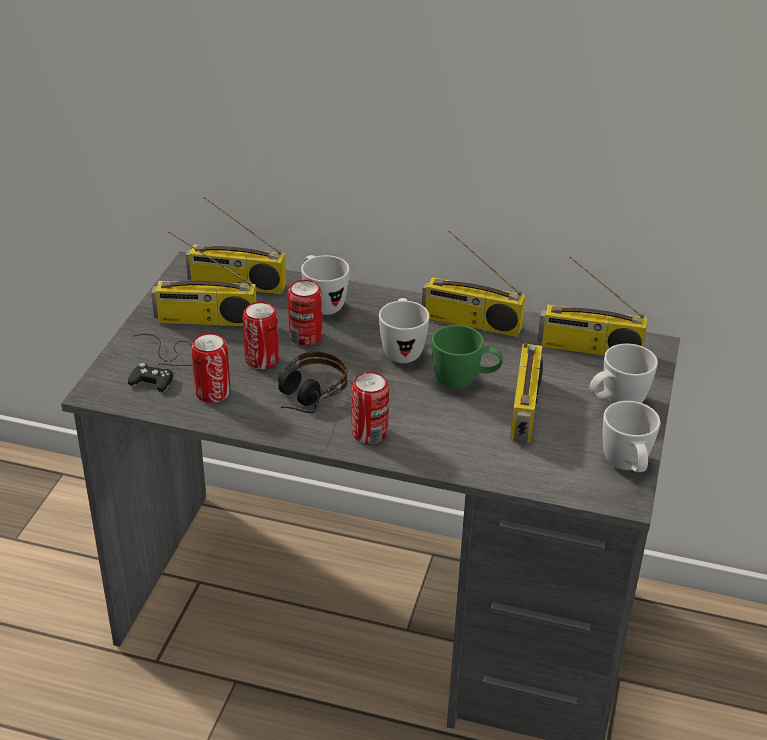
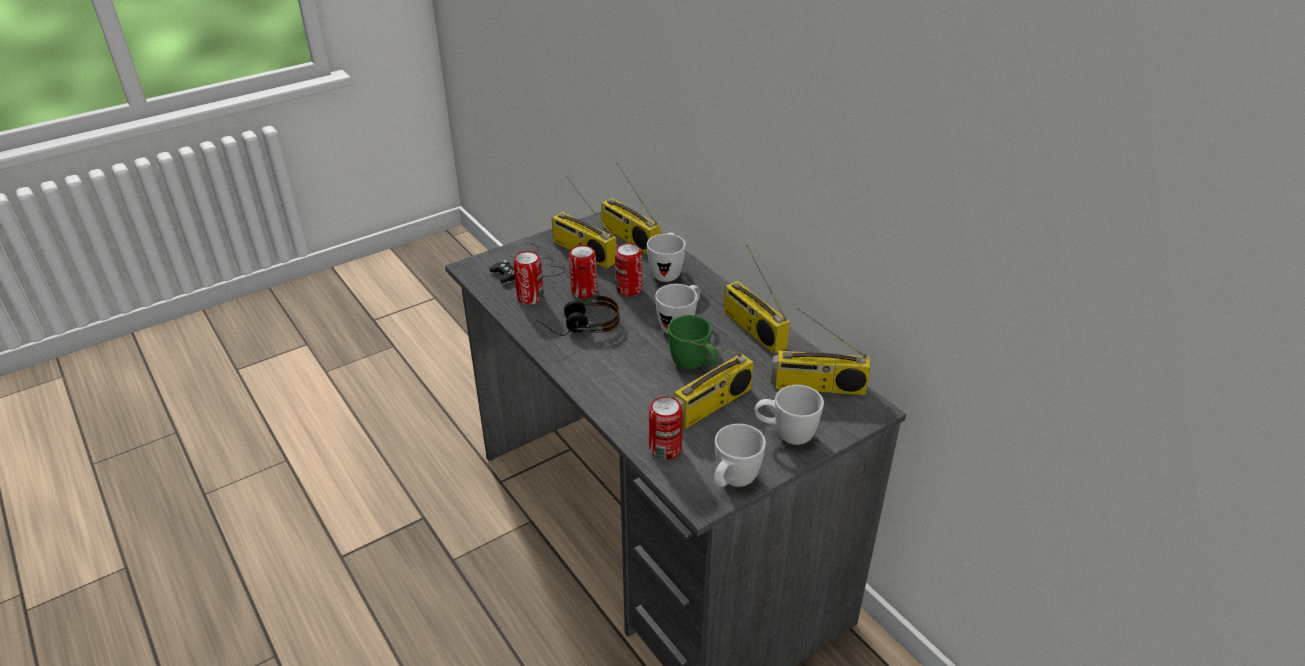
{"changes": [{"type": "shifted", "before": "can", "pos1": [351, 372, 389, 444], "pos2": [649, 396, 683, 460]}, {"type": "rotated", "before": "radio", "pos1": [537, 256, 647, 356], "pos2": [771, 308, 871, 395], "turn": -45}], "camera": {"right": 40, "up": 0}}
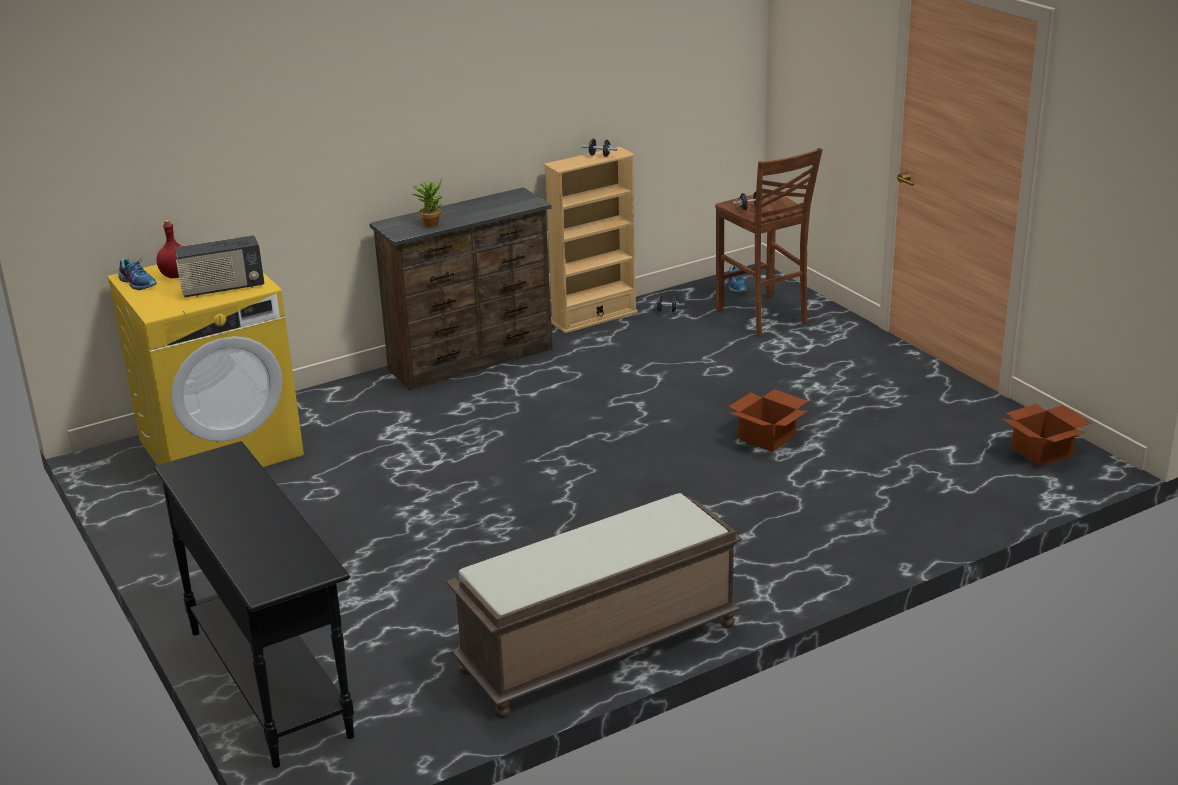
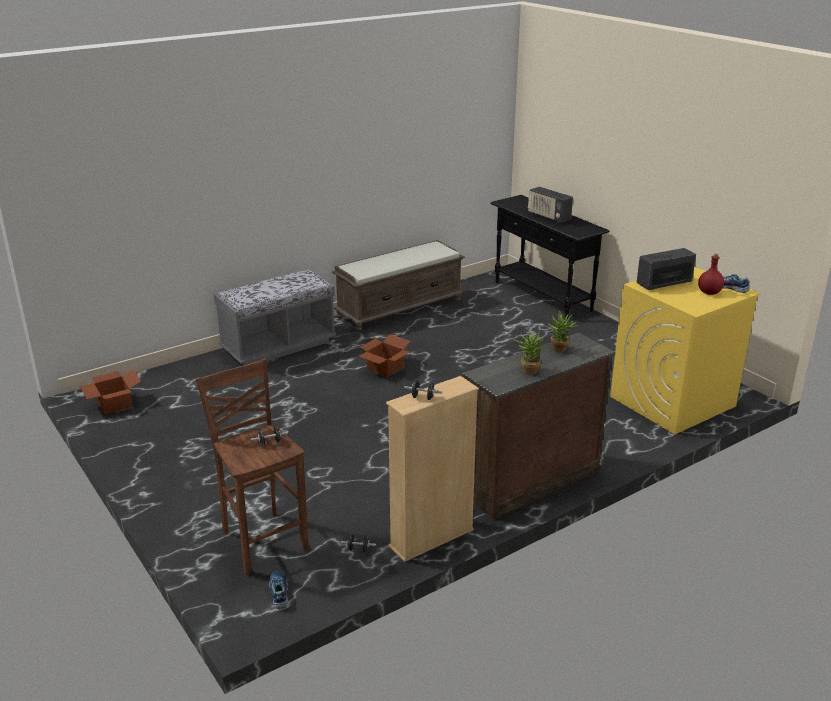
{"changes": [{"type": "new", "after": "bench in grey", "pos2": [214, 270, 337, 365]}, {"type": "new", "after": "potted plant", "pos2": [514, 333, 546, 375]}, {"type": "new", "after": "radio", "pos2": [528, 187, 573, 223]}, {"type": "shifted", "before": "cardboard box", "pos1": [728, 389, 808, 452], "pos2": [359, 334, 410, 377]}], "camera": {"right": 175, "up": 0}}
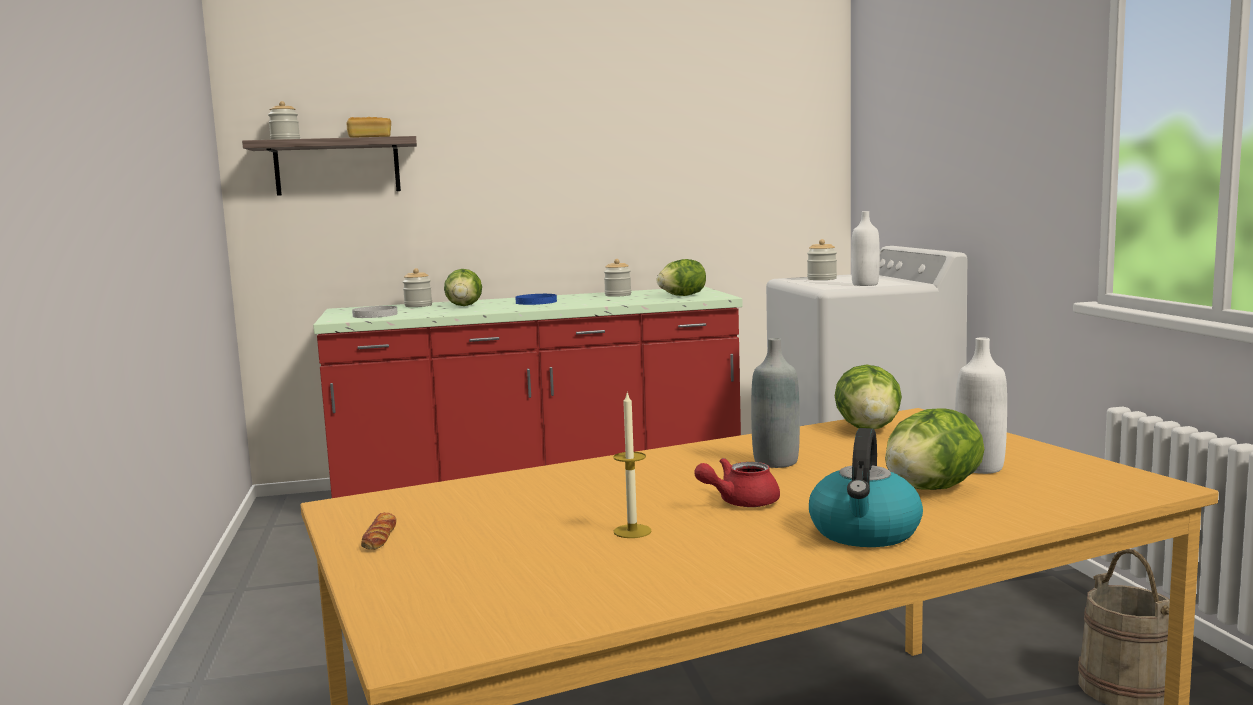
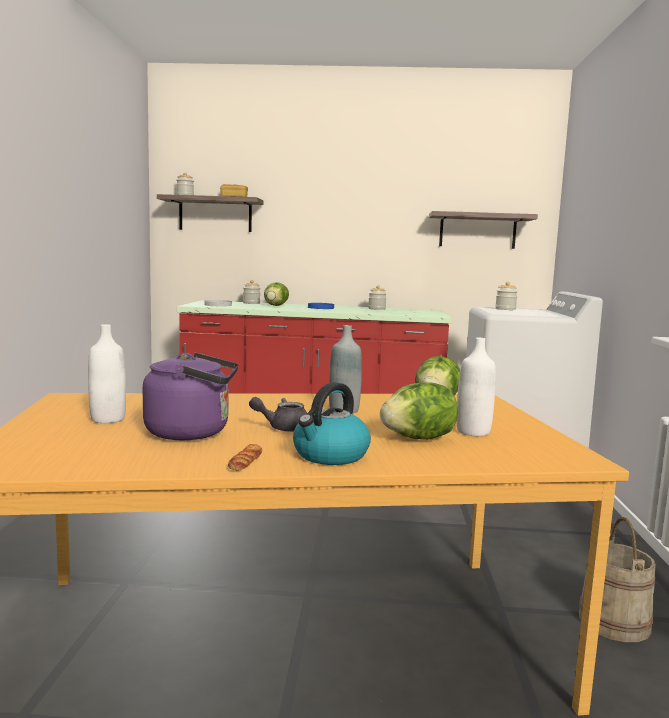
{"changes": [{"type": "gone", "before": "lettuce", "pos1": [657, 259, 706, 296]}, {"type": "new", "after": "shelf", "pos2": [429, 211, 538, 249]}, {"type": "shifted", "before": "bread", "pos1": [361, 513, 396, 550], "pos2": [228, 444, 262, 471]}, {"type": "shifted", "before": "bottle in white", "pos1": [851, 211, 880, 286], "pos2": [88, 324, 126, 423]}, {"type": "swapped", "before": "candle", "after": "kettle in purple", "pos1": [613, 393, 652, 538], "pos2": [143, 352, 238, 440]}, {"type": "repainted", "before": "teapot in red", "after": "teapot in grey", "pos1": [694, 458, 780, 507], "pos2": [249, 397, 307, 432]}], "camera": {"right": 15, "up": 0}}
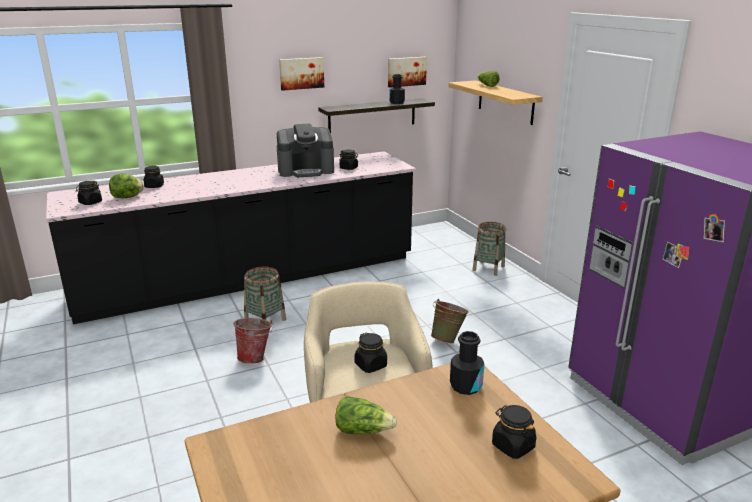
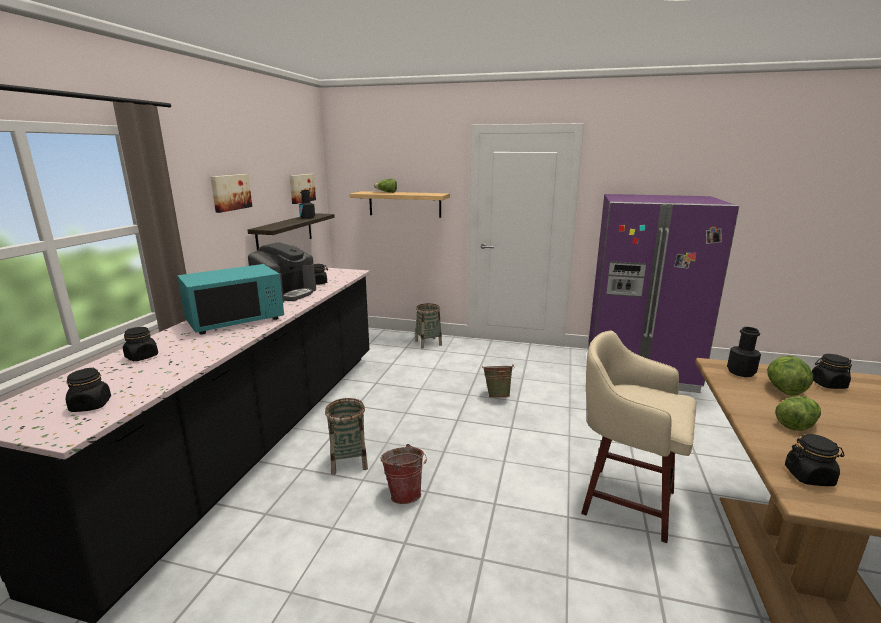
{"changes": [{"type": "new", "after": "microwave in turquoise", "pos2": [177, 264, 284, 334]}, {"type": "shifted", "before": "lettuce", "pos1": [109, 173, 144, 198], "pos2": [767, 356, 813, 396]}, {"type": "shifted", "before": "jar in black", "pos1": [355, 332, 387, 373], "pos2": [785, 434, 845, 486]}], "camera": {"right": -50, "up": -5}}
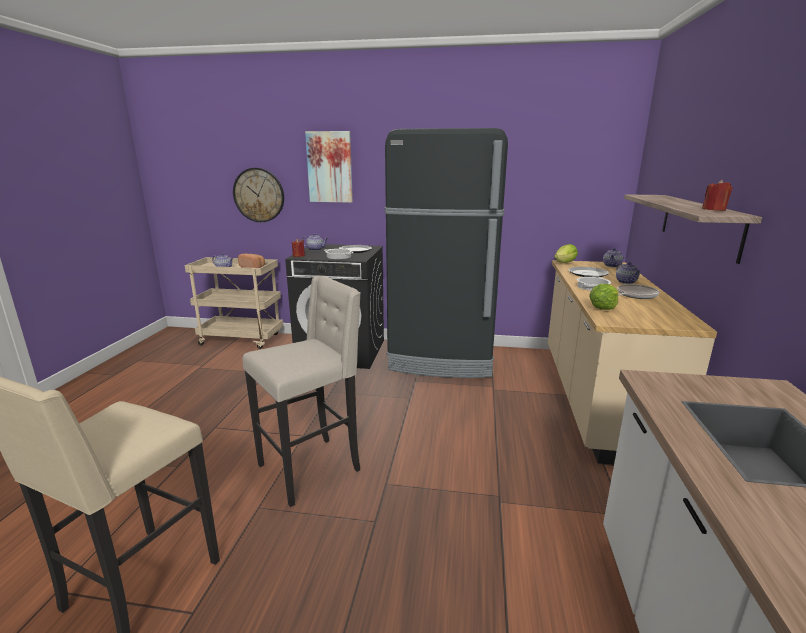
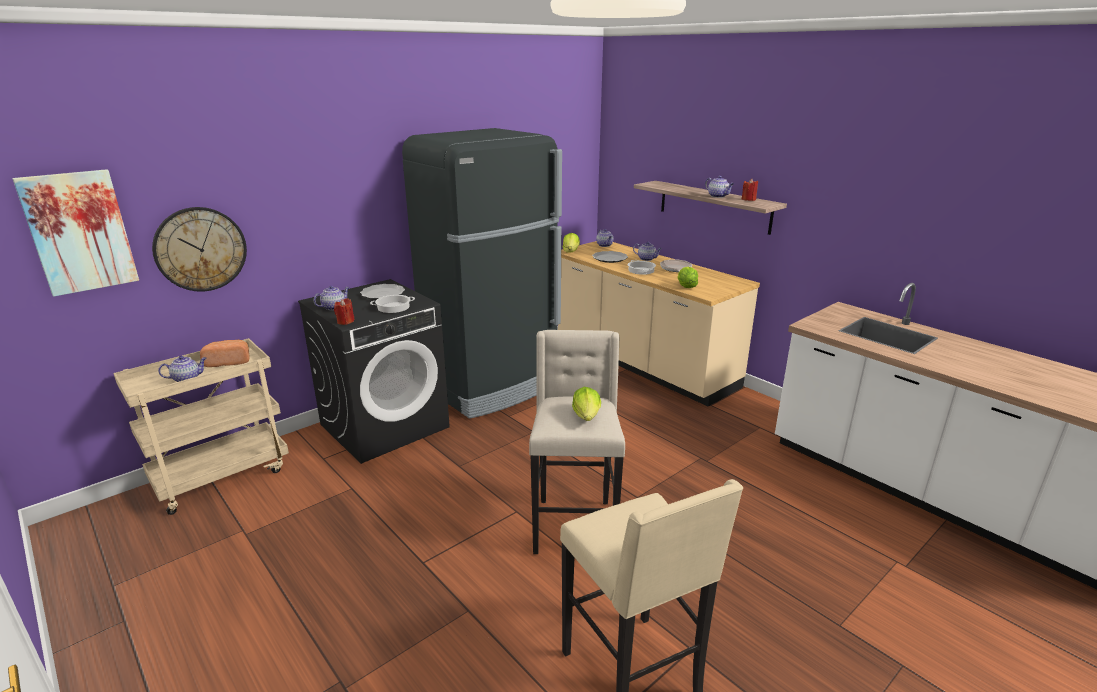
{"changes": [{"type": "new", "after": "lettuce", "pos2": [572, 387, 601, 421]}, {"type": "new", "after": "teapot", "pos2": [705, 176, 734, 198]}, {"type": "shifted", "before": "picture", "pos1": [305, 131, 353, 203], "pos2": [12, 169, 139, 297]}], "camera": {"right": -50, "up": 5}}
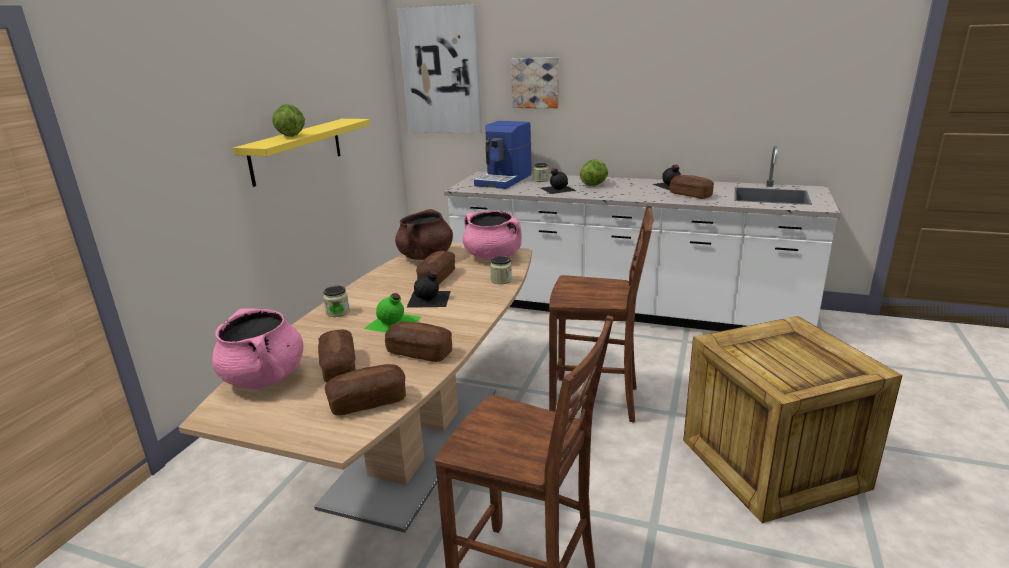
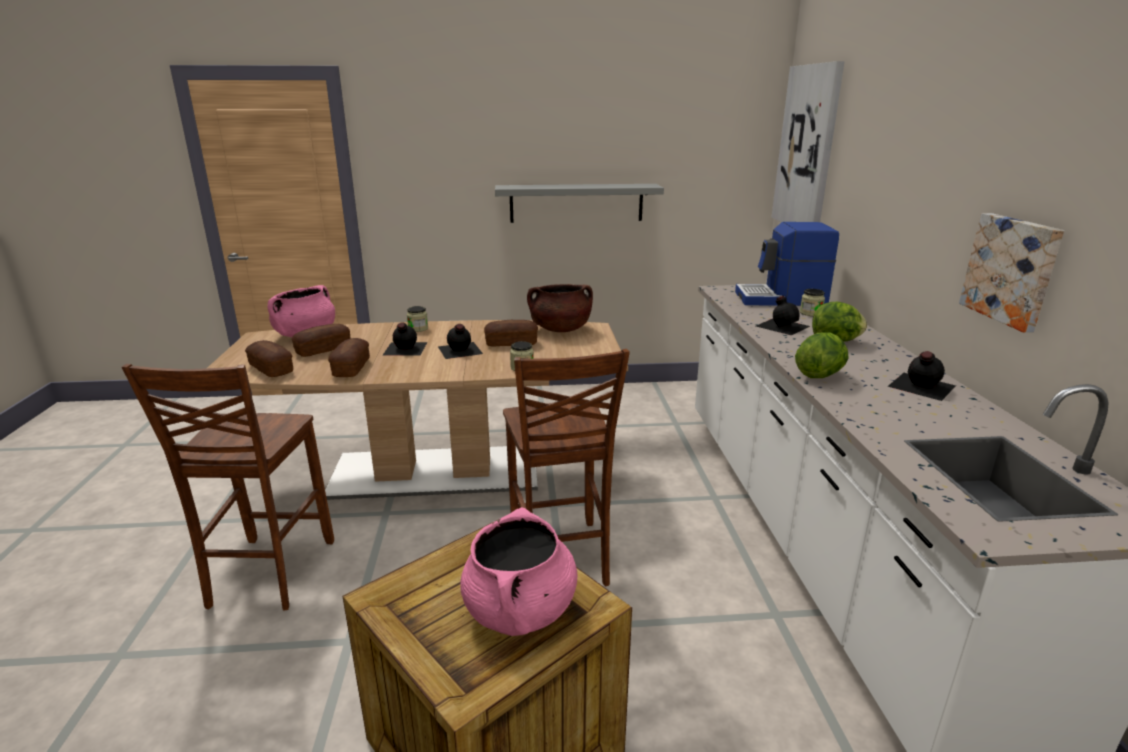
{"changes": [{"type": "gone", "before": "bread", "pos1": [670, 175, 714, 199]}, {"type": "shifted", "before": "lettuce", "pos1": [272, 104, 305, 137], "pos2": [795, 332, 849, 378]}, {"type": "shifted", "before": "cooking pot in pink", "pos1": [463, 211, 522, 260], "pos2": [460, 507, 577, 636]}, {"type": "shifted", "before": "picture", "pos1": [511, 57, 559, 108], "pos2": [959, 213, 1064, 332]}, {"type": "repainted", "before": "shelf in yellow", "after": "shelf in grey", "pos1": [233, 119, 370, 187], "pos2": [495, 184, 664, 223]}, {"type": "repainted", "before": "bottle in green", "after": "bottle in black", "pos1": [364, 293, 422, 333], "pos2": [382, 322, 427, 356]}], "camera": {"right": 65, "up": 0}}
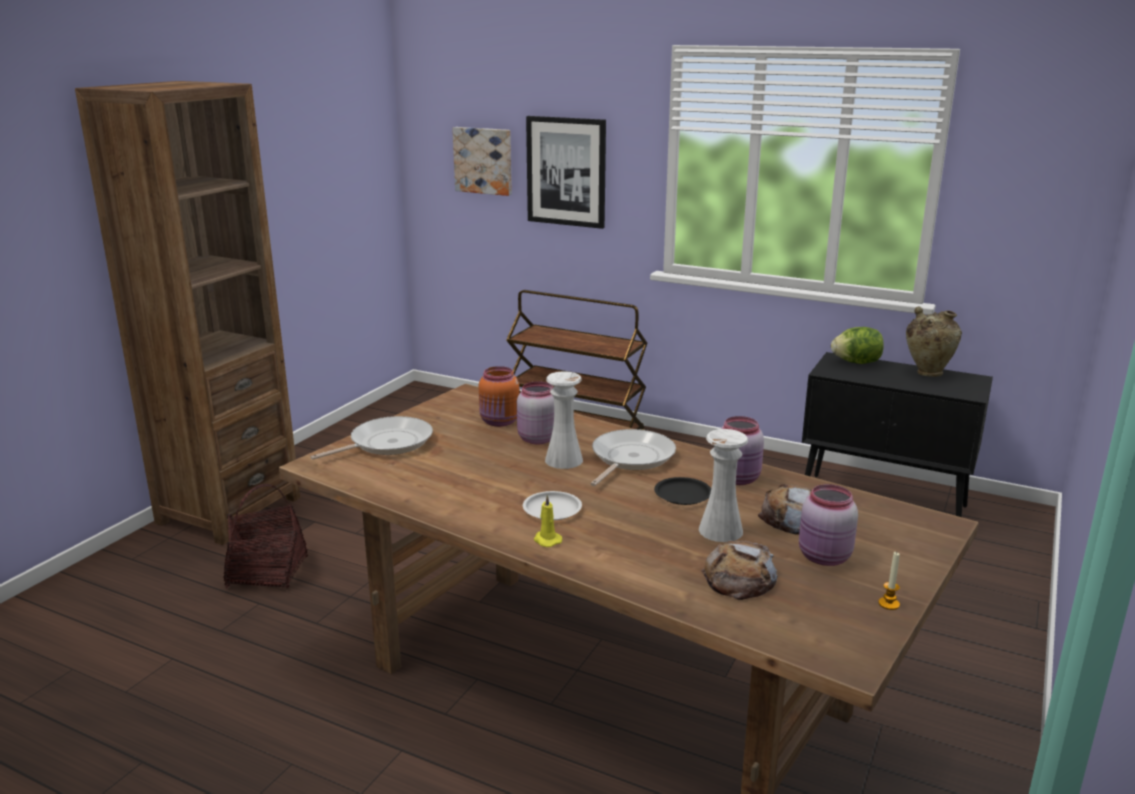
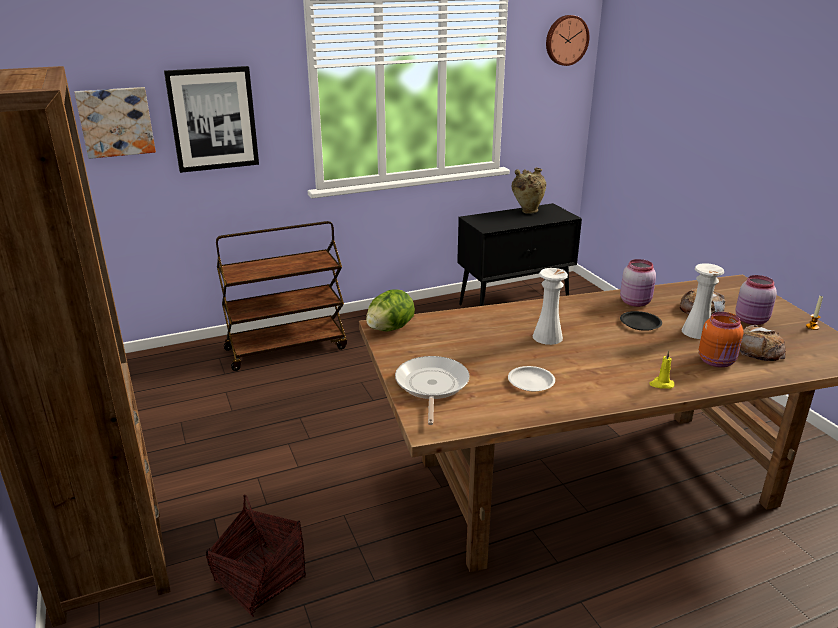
{"changes": [{"type": "gone", "before": "jar in pink", "pos1": [517, 381, 554, 445]}, {"type": "gone", "before": "frying pan", "pos1": [591, 429, 676, 486]}, {"type": "new", "after": "wall clock", "pos2": [546, 15, 589, 66]}, {"type": "shifted", "before": "jar in orange", "pos1": [478, 366, 519, 427], "pos2": [699, 312, 743, 367]}, {"type": "shifted", "before": "plate in white", "pos1": [523, 491, 582, 520], "pos2": [508, 366, 555, 391]}, {"type": "shifted", "before": "lettuce", "pos1": [831, 327, 884, 364], "pos2": [366, 290, 415, 331]}], "camera": {"right": -50, "up": 5}}
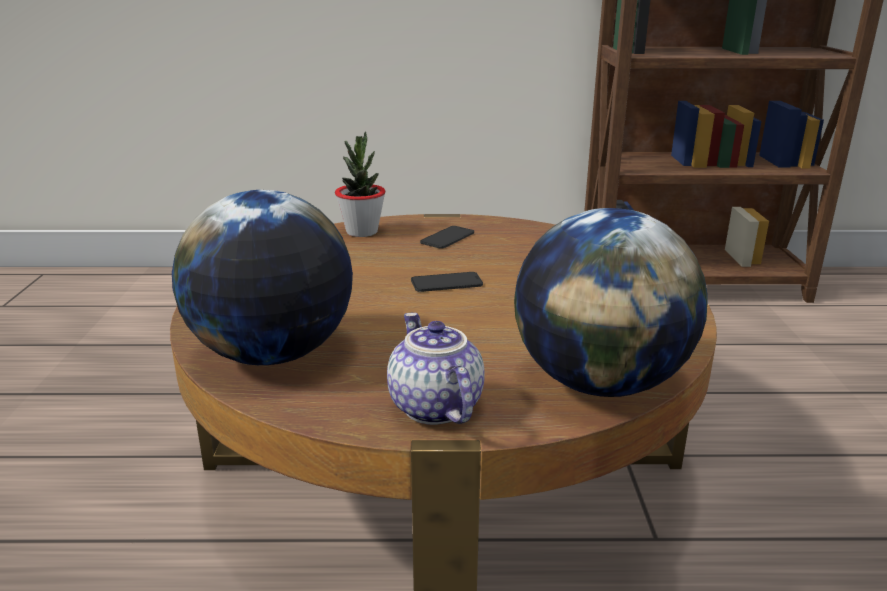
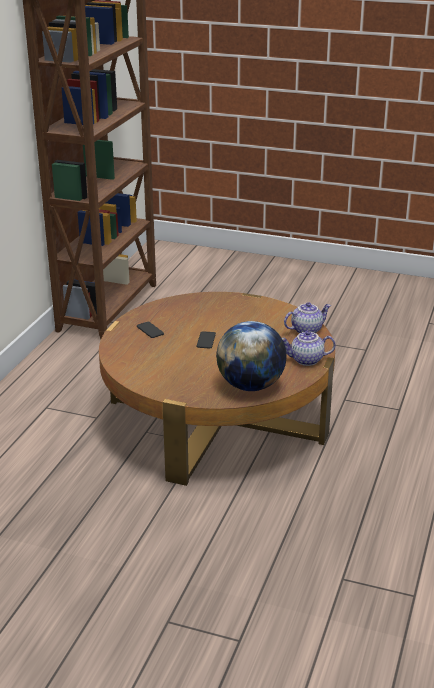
{"changes": [{"type": "gone", "before": "potted plant", "pos1": [335, 132, 386, 237]}, {"type": "swapped", "before": "globe", "after": "teapot", "pos1": [514, 208, 708, 397], "pos2": [284, 302, 331, 334]}], "camera": {"right": -70, "up": 5}}
